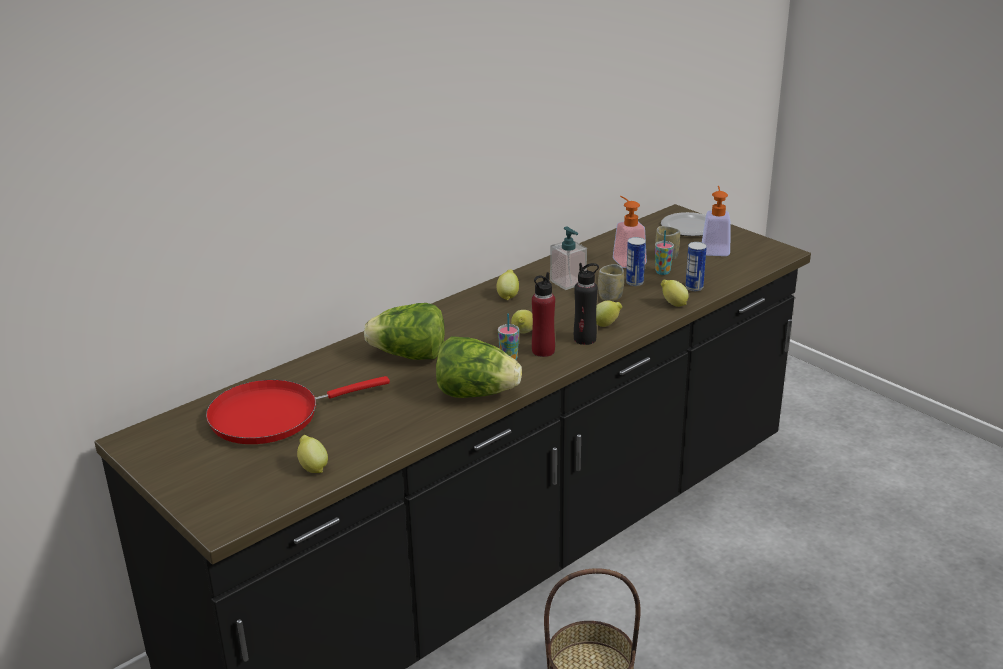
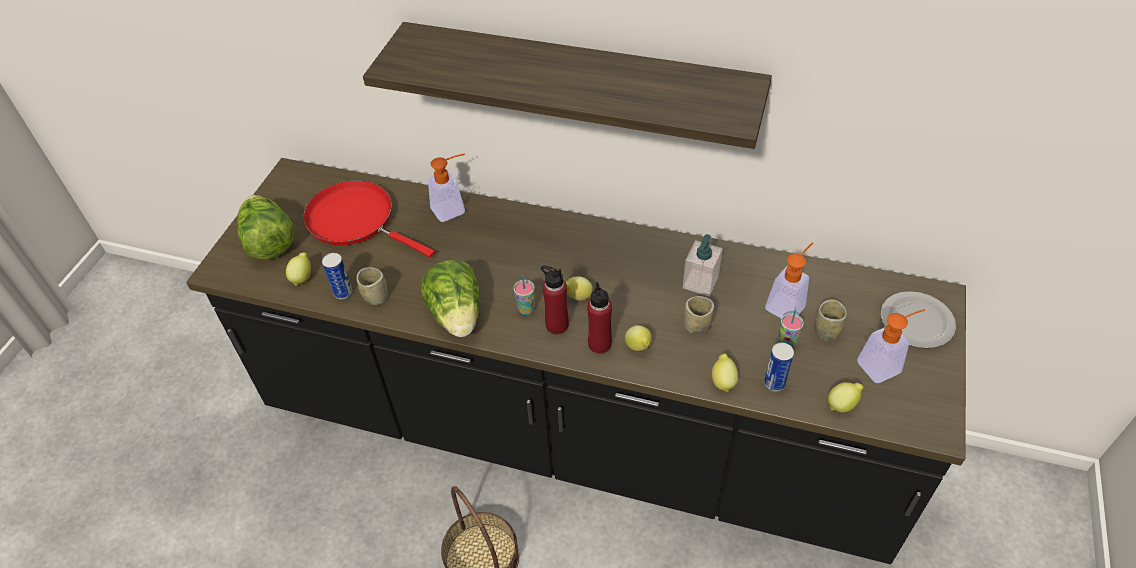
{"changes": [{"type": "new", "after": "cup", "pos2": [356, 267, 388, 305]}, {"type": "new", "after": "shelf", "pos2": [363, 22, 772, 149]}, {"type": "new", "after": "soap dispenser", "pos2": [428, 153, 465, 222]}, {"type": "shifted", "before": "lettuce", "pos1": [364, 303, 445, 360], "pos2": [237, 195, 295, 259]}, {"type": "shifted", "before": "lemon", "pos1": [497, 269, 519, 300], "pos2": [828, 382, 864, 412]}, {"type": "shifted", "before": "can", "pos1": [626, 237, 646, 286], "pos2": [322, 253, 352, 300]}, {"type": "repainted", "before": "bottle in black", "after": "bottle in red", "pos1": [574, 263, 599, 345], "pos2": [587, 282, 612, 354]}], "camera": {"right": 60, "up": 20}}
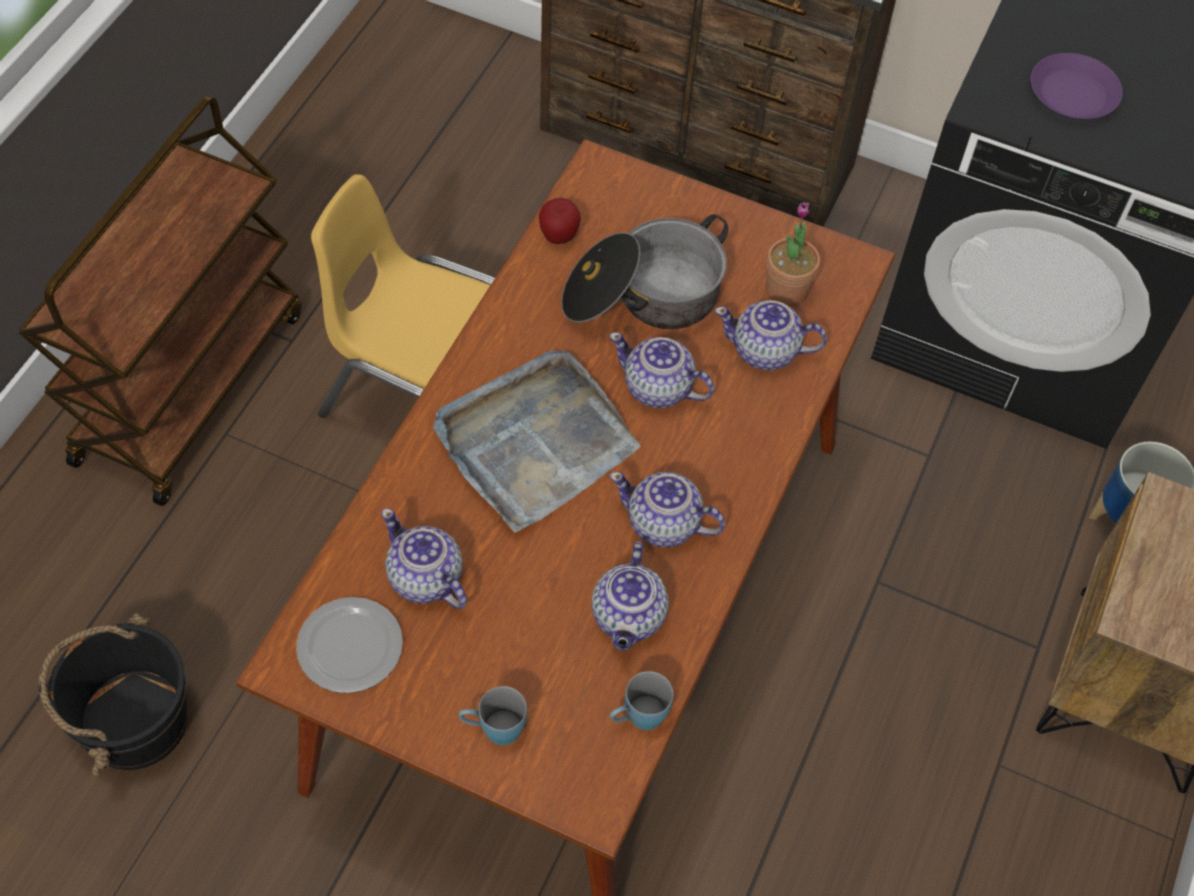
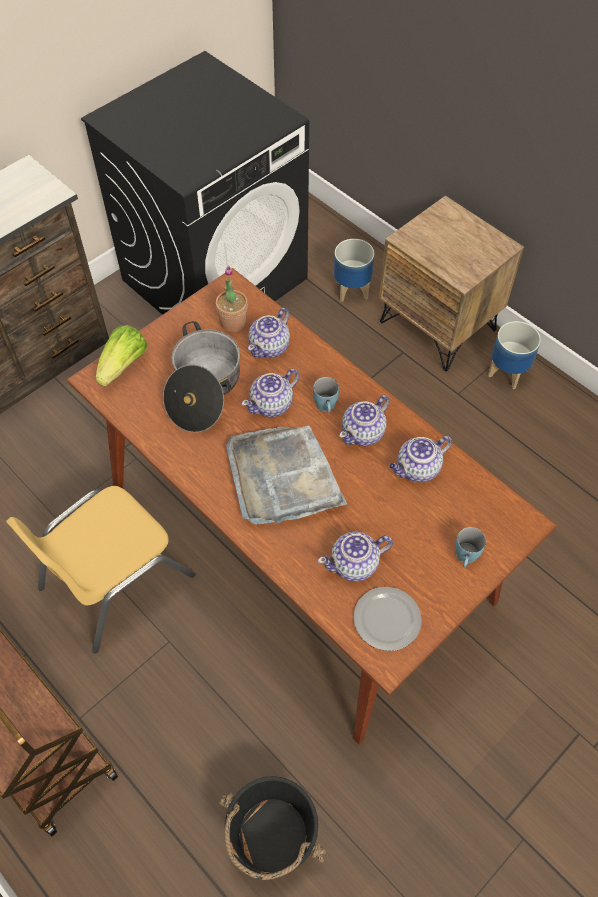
{"changes": [{"type": "gone", "before": "apple", "pos1": [539, 198, 581, 244]}, {"type": "gone", "before": "plate in purple", "pos1": [1031, 53, 1123, 119]}, {"type": "new", "after": "lettuce", "pos2": [96, 325, 147, 386]}, {"type": "new", "after": "planter", "pos2": [488, 321, 541, 389]}, {"type": "shifted", "before": "mug in blue", "pos1": [610, 671, 674, 730], "pos2": [313, 377, 339, 413]}, {"type": "rotated", "before": "teapot", "pos1": [592, 541, 669, 651], "pos2": [389, 436, 452, 483], "turn": 120}], "camera": {"right": -65, "up": 0}}
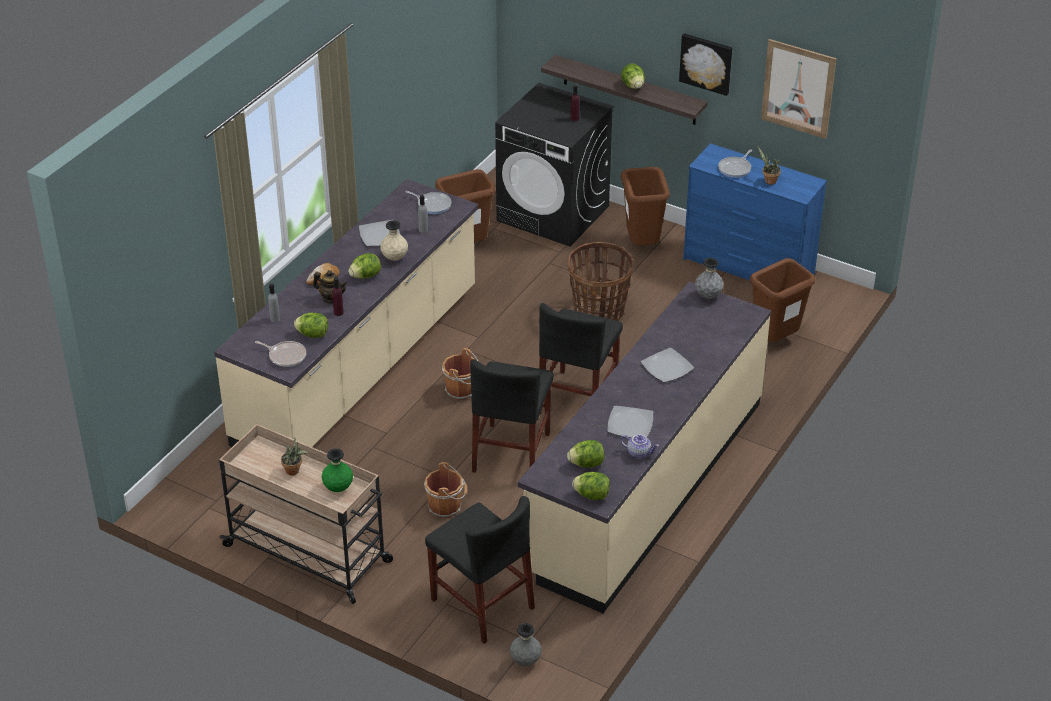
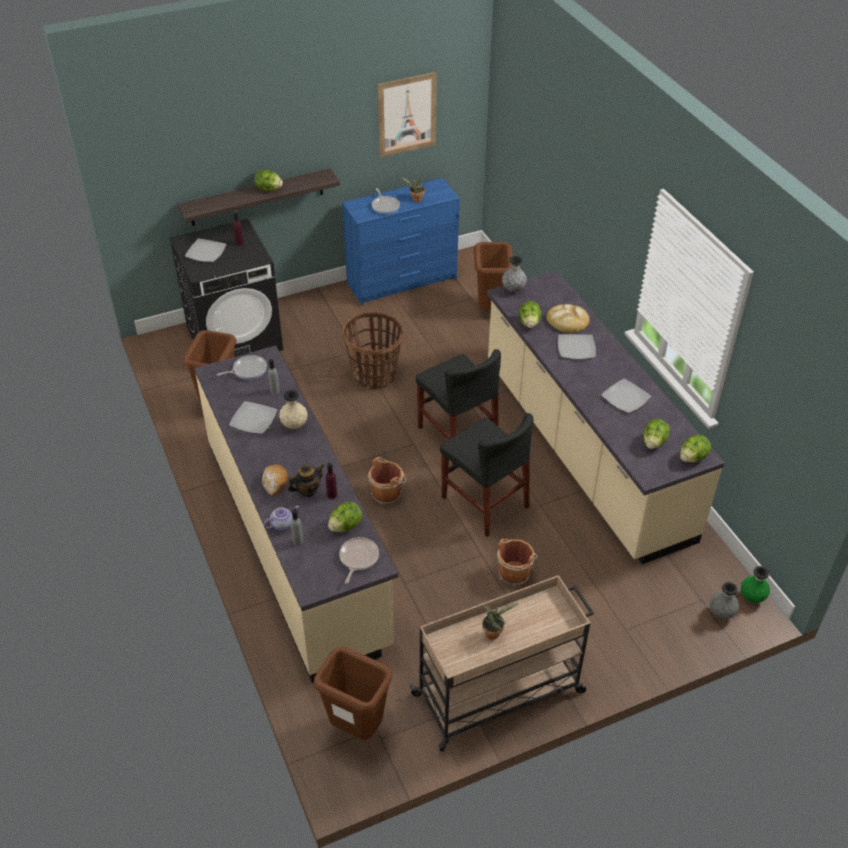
{"changes": [{"type": "gone", "before": "chair in black", "pos1": [425, 496, 535, 644]}, {"type": "gone", "before": "picture", "pos1": [679, 33, 732, 96]}, {"type": "new", "after": "plate", "pos2": [185, 238, 227, 262]}, {"type": "new", "after": "bread", "pos2": [546, 304, 589, 333]}, {"type": "shifted", "before": "vase in green", "pos1": [322, 448, 353, 492], "pos2": [741, 566, 770, 603]}, {"type": "shifted", "before": "lettuce", "pos1": [348, 253, 381, 279], "pos2": [519, 301, 541, 328]}, {"type": "shifted", "before": "teapot", "pos1": [620, 434, 659, 459], "pos2": [264, 506, 299, 531]}, {"type": "shifted", "before": "trash can in brown", "pos1": [621, 167, 670, 245], "pos2": [314, 646, 392, 740]}, {"type": "rotated", "before": "frying pan", "pos1": [255, 341, 306, 367], "pos2": [339, 537, 379, 584], "turn": -45}], "camera": {"right": -55, "up": 5}}
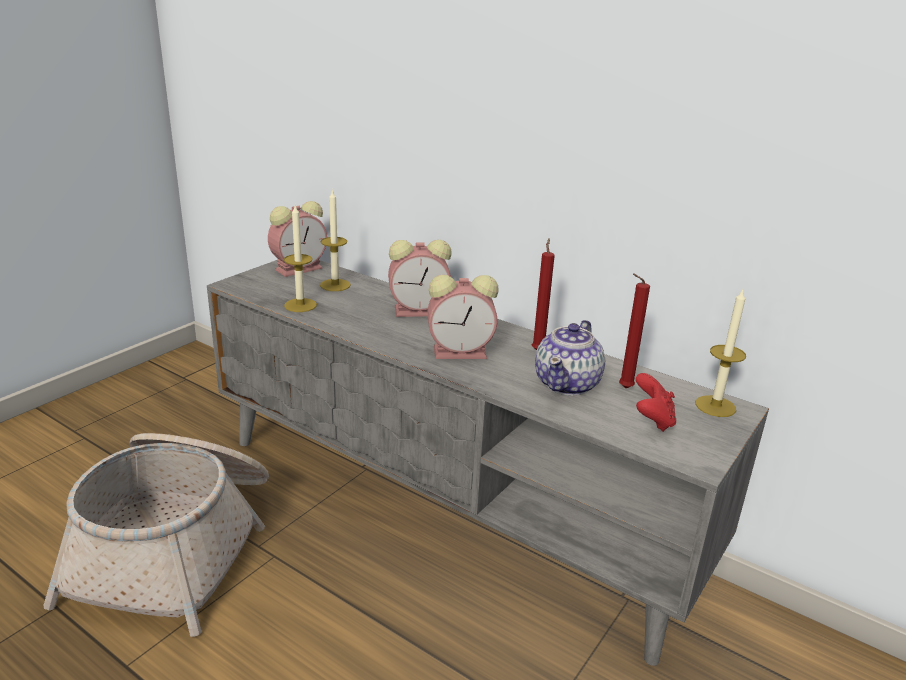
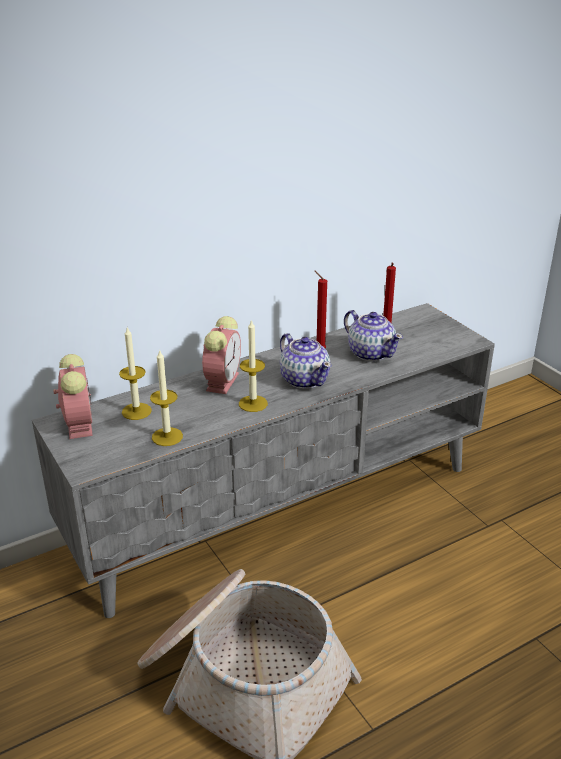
{"changes": [{"type": "gone", "before": "game controller in red", "pos1": [636, 373, 676, 432]}, {"type": "shifted", "before": "candle", "pos1": [695, 290, 746, 417], "pos2": [239, 319, 268, 412]}, {"type": "swapped", "before": "alarm clock", "after": "teapot", "pos1": [427, 275, 499, 359], "pos2": [280, 333, 332, 389]}], "camera": {"right": -65, "up": 5}}
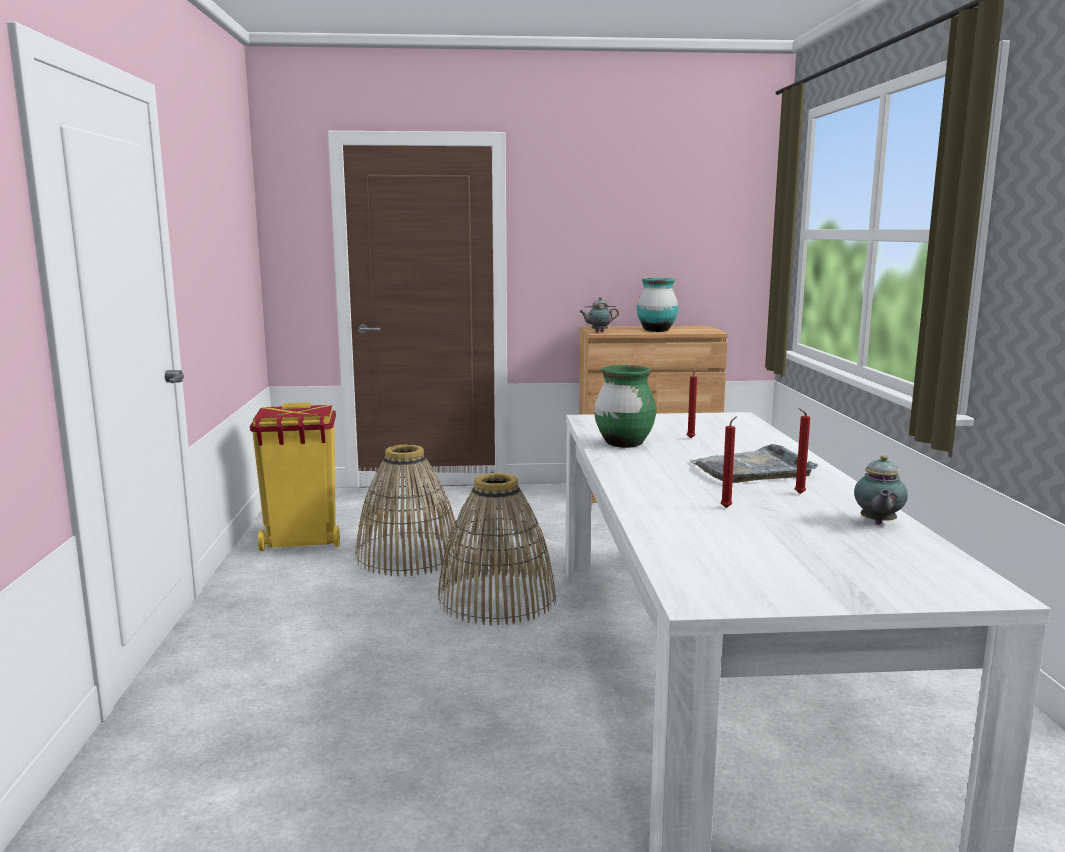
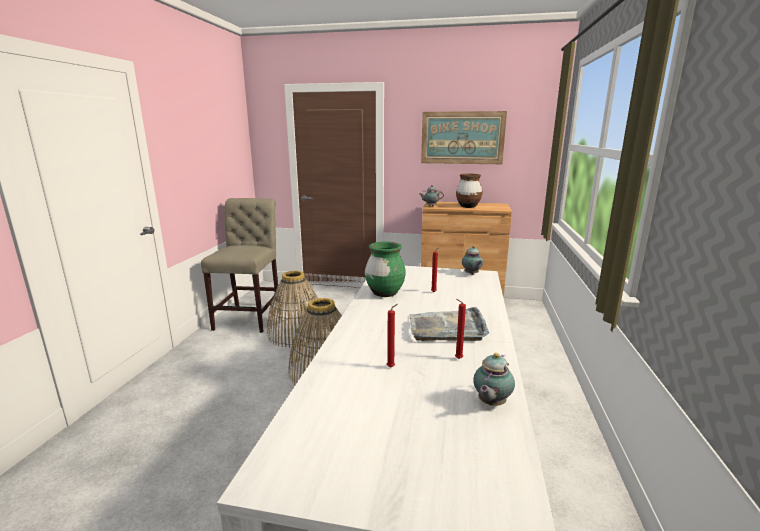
{"changes": [{"type": "new", "after": "picture", "pos2": [421, 111, 507, 164]}, {"type": "new", "after": "teapot", "pos2": [462, 246, 483, 275]}, {"type": "swapped", "before": "trash can in yellow", "after": "chair in beige", "pos1": [250, 402, 340, 551], "pos2": [201, 198, 281, 333]}, {"type": "repainted", "before": "vase in turquoise", "after": "vase in brown", "pos1": [637, 278, 679, 332], "pos2": [456, 174, 483, 208]}], "camera": {"right": 15, "up": 5}}
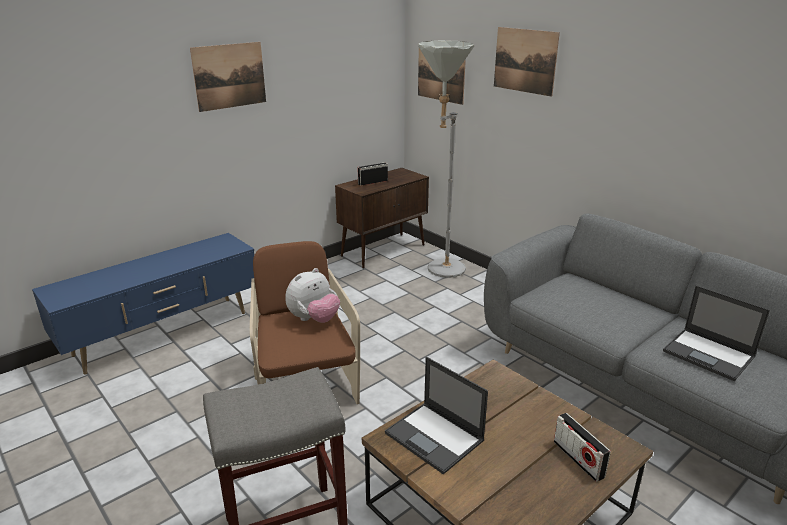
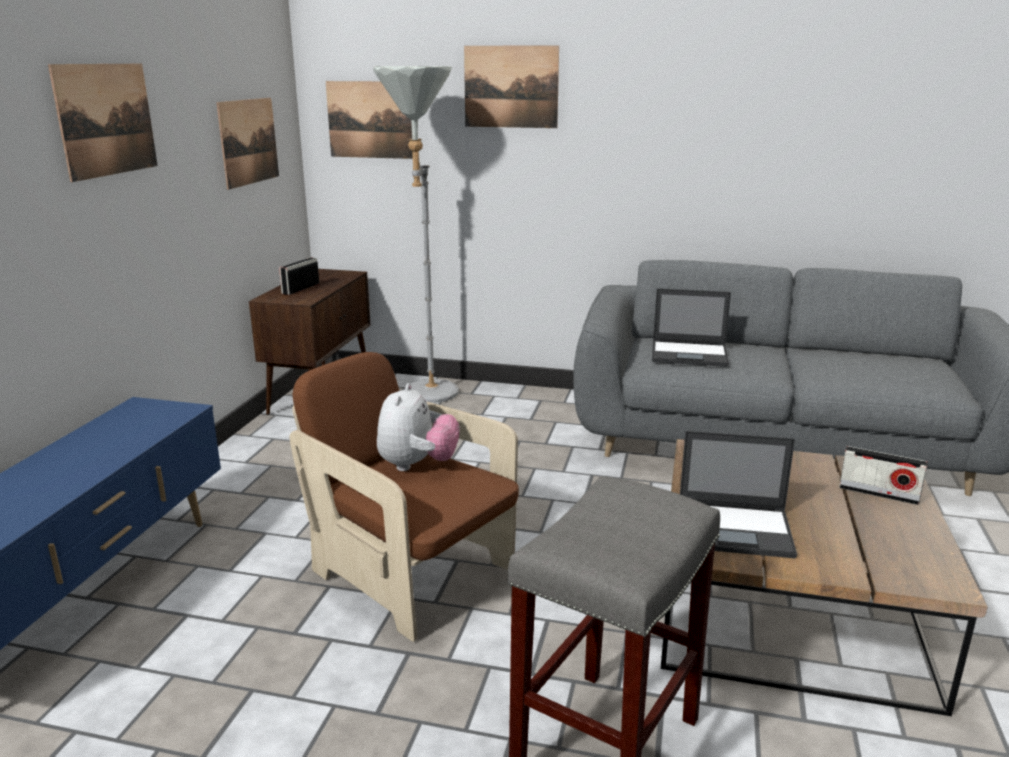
{"changes": [{"type": "new", "after": "picture", "pos2": [216, 98, 279, 190]}, {"type": "shifted", "before": "laptop", "pos1": [663, 285, 770, 381], "pos2": [652, 288, 731, 367]}], "camera": {"right": -35, "up": -5}}
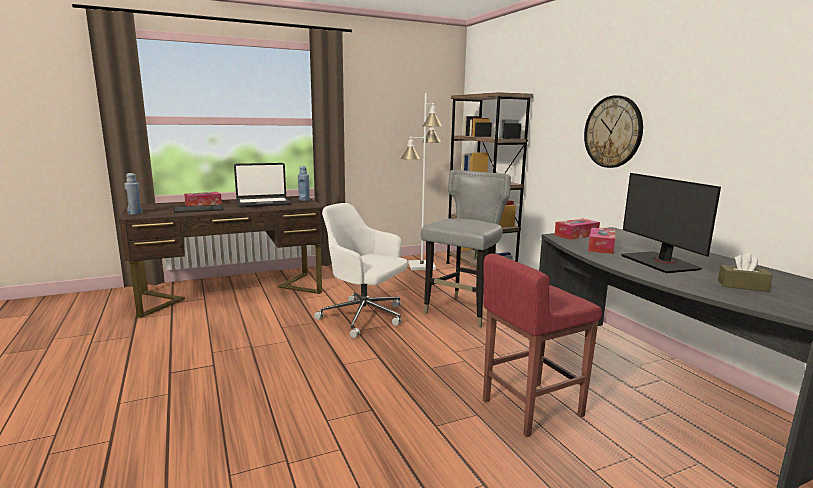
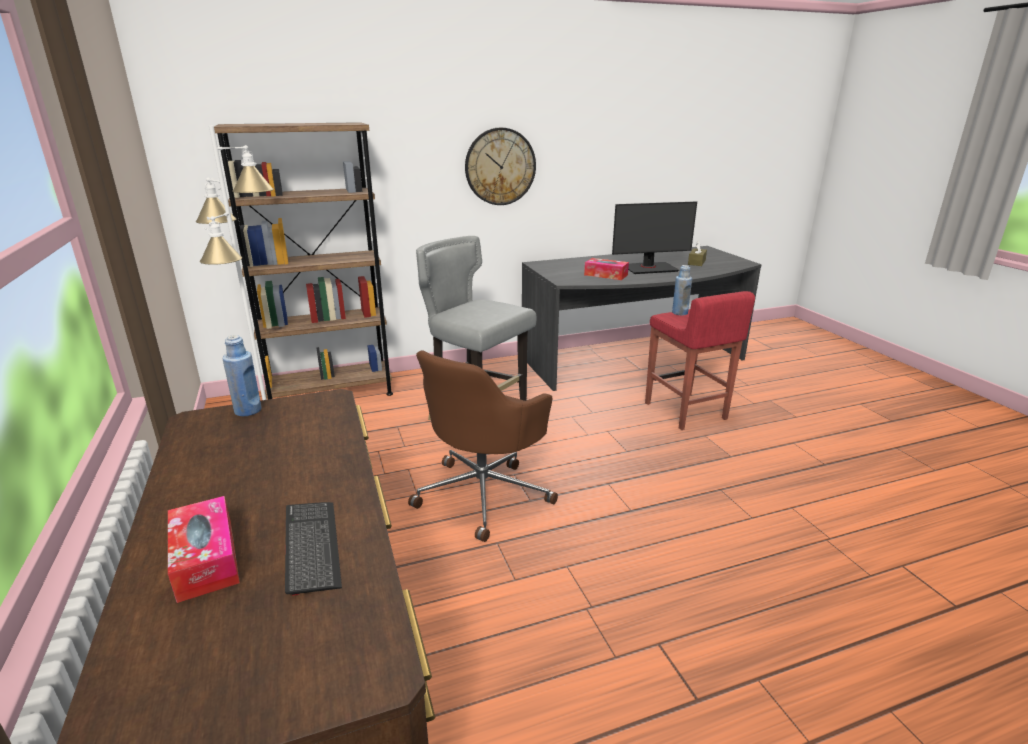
{"changes": [{"type": "gone", "before": "laptop", "pos1": [234, 163, 291, 207]}, {"type": "gone", "before": "tissue box", "pos1": [554, 218, 600, 240]}, {"type": "shifted", "before": "bottle in blue", "pos1": [124, 173, 143, 215], "pos2": [672, 265, 692, 315]}, {"type": "repainted", "before": "office chair in white", "after": "office chair in brown", "pos1": [314, 203, 408, 338], "pos2": [408, 350, 558, 542]}], "camera": {"right": -85, "up": 10}}
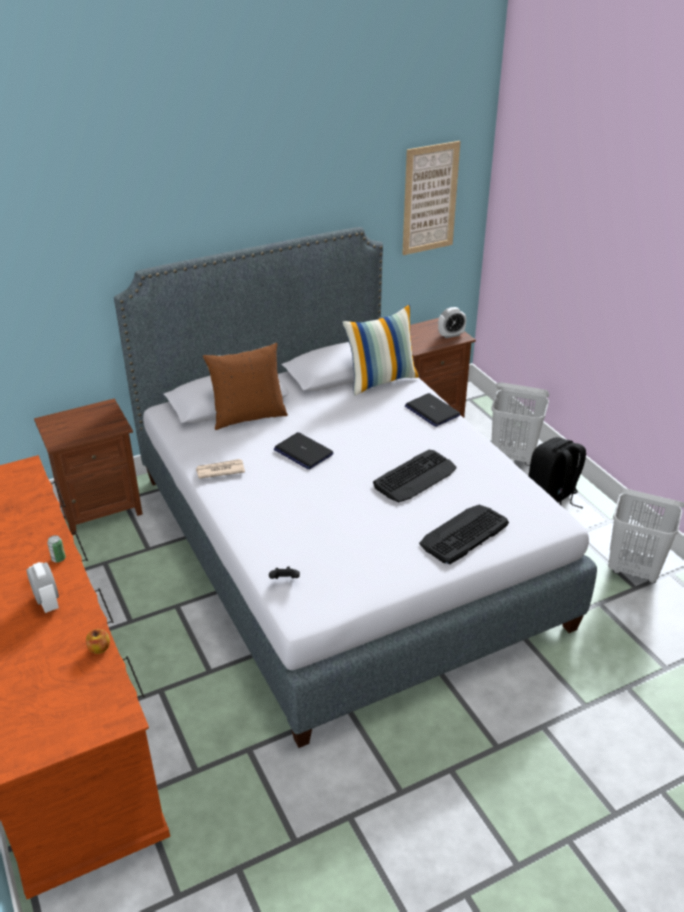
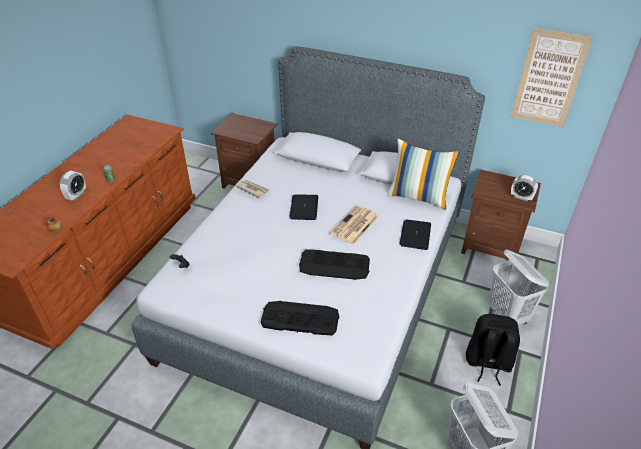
{"changes": [{"type": "gone", "before": "pillow in brown", "pos1": [203, 343, 288, 430]}, {"type": "new", "after": "newspaper", "pos2": [330, 205, 379, 245]}], "camera": {"right": 50, "up": 5}}
